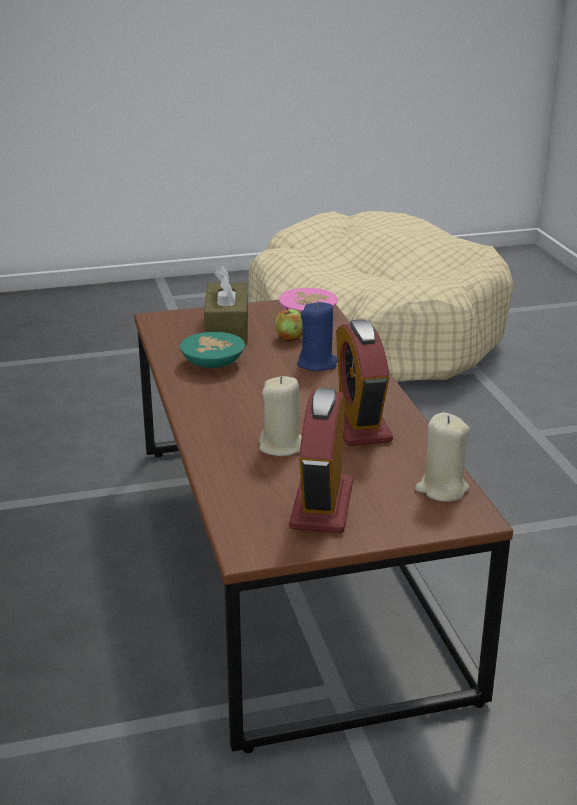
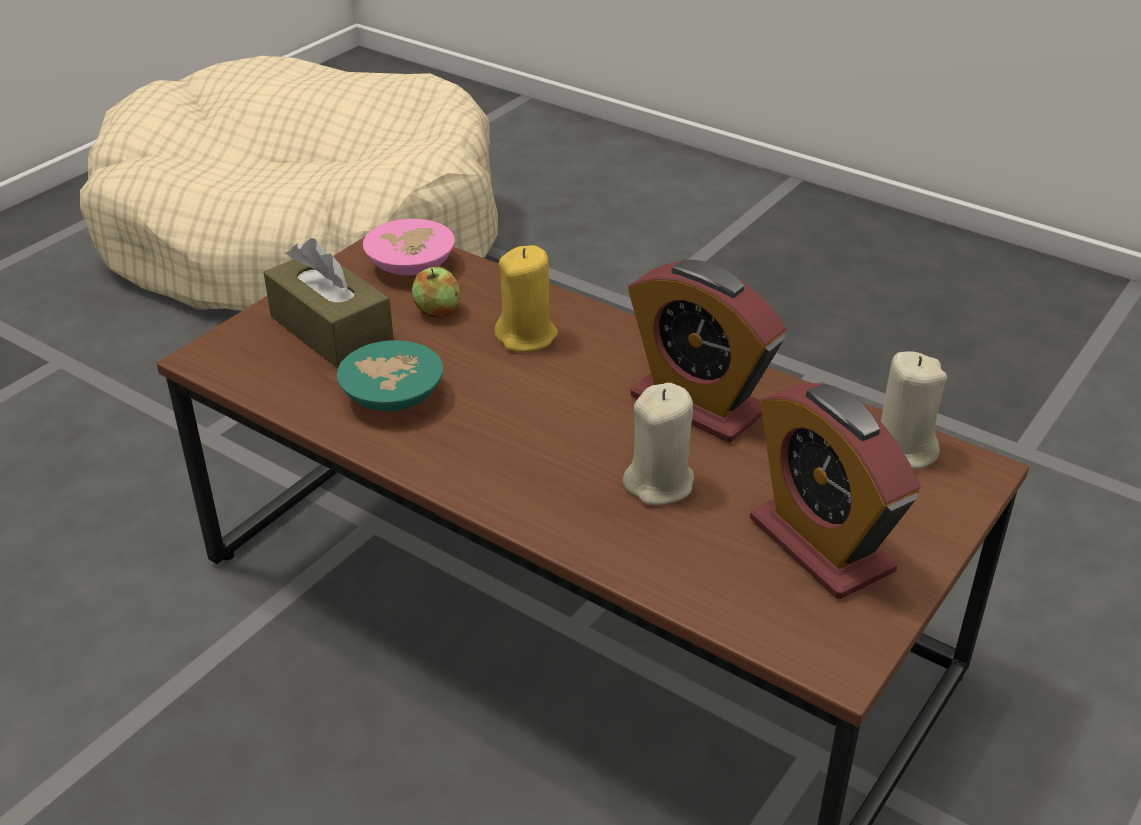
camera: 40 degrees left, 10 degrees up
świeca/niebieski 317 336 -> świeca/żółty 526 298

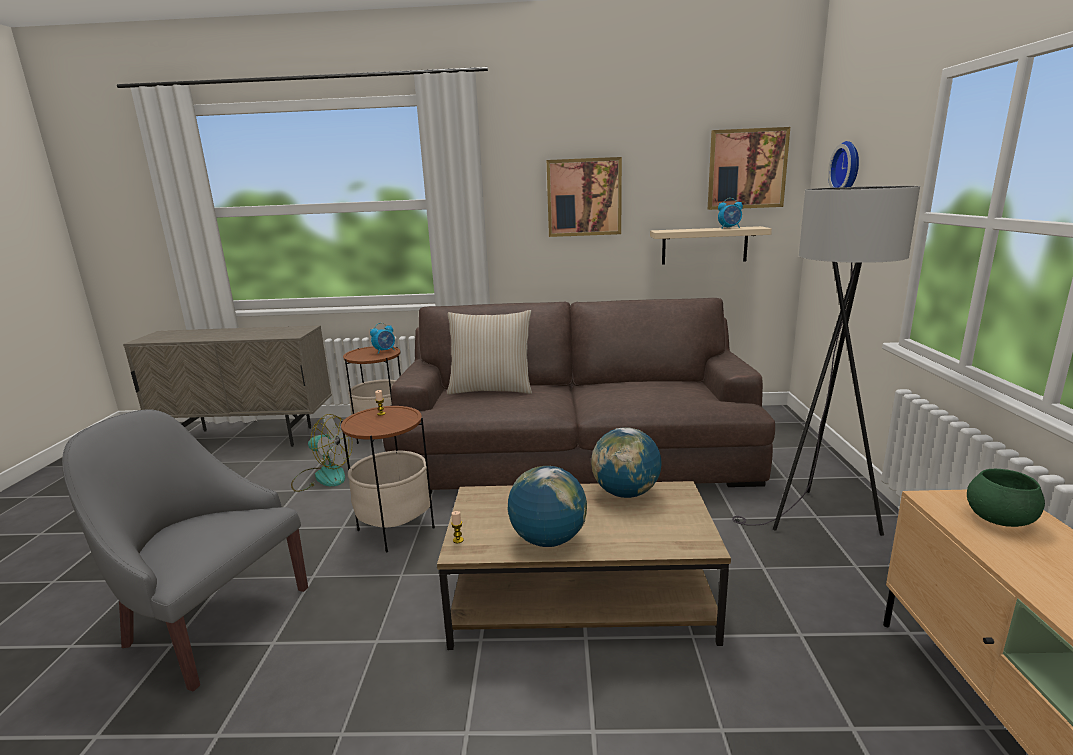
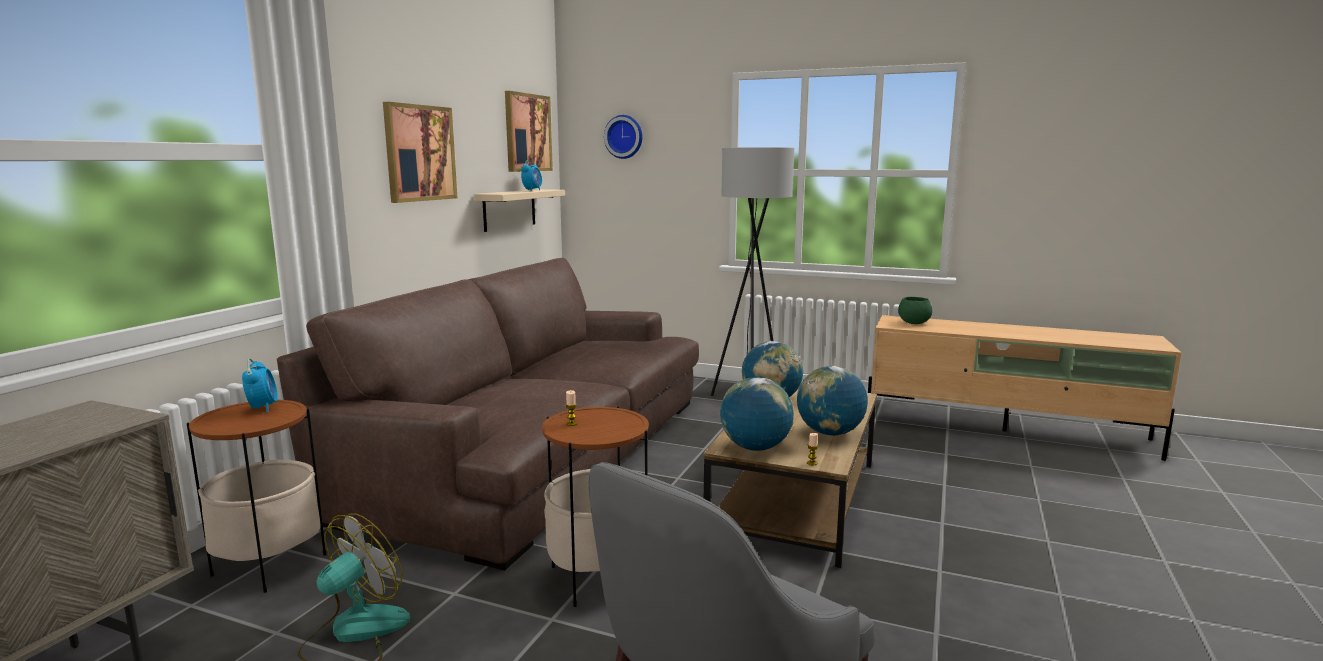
camera: 70 degrees left, 5 degrees down
poduszka/beżowy 489 352 -> none
none -> globus 757 414

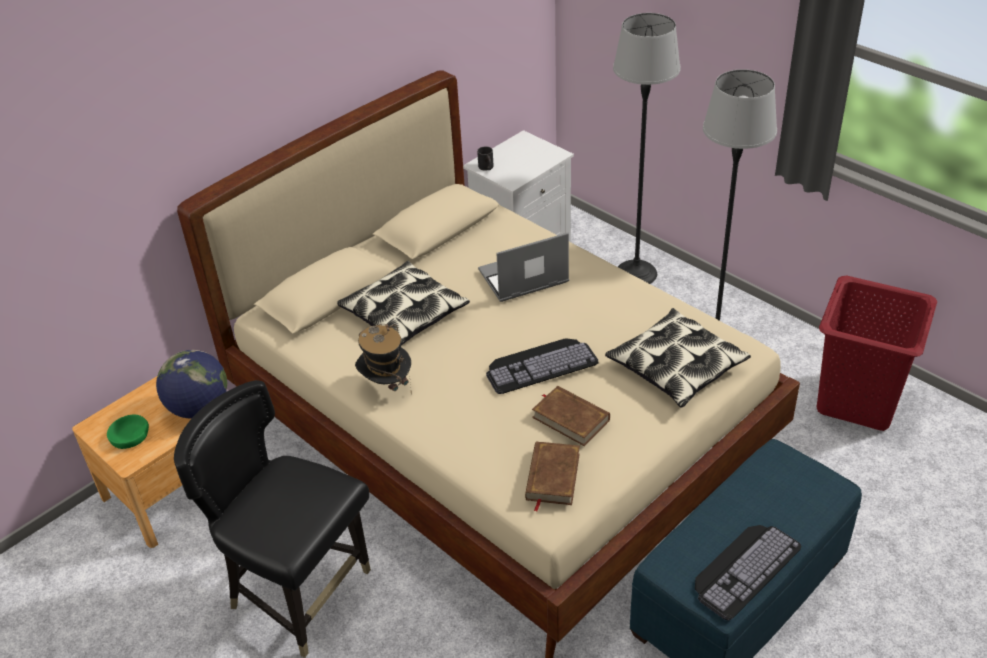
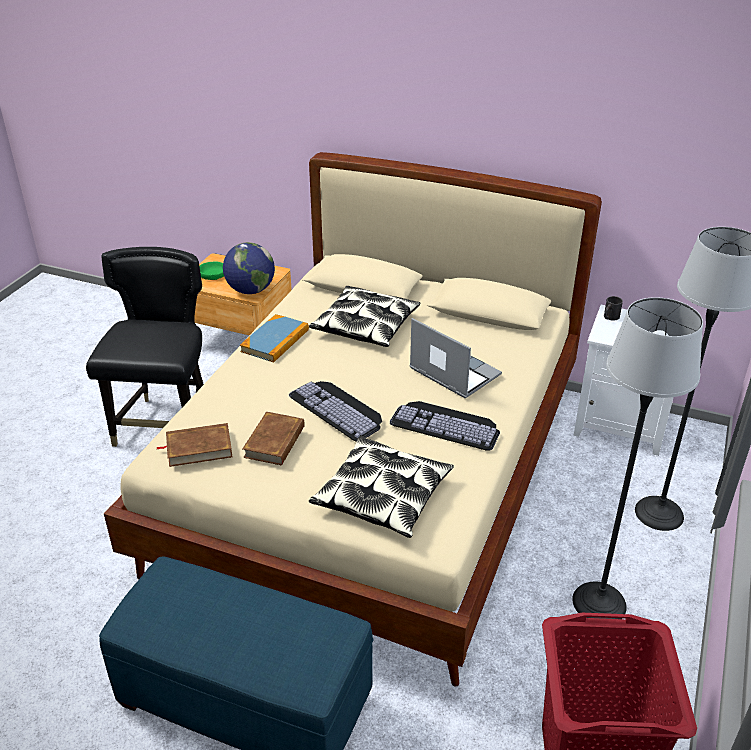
camera: 65 degrees right, 5 degrees down
kapelusz 383 359 -> książka 274 338
klawiatura 748 573 -> klawiatura 445 426, moved

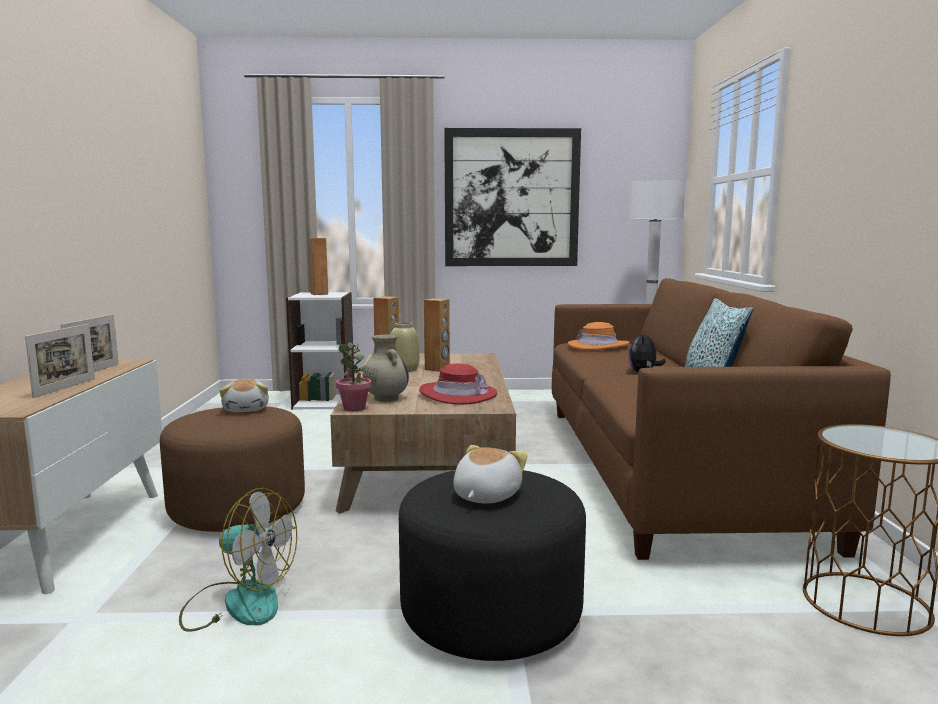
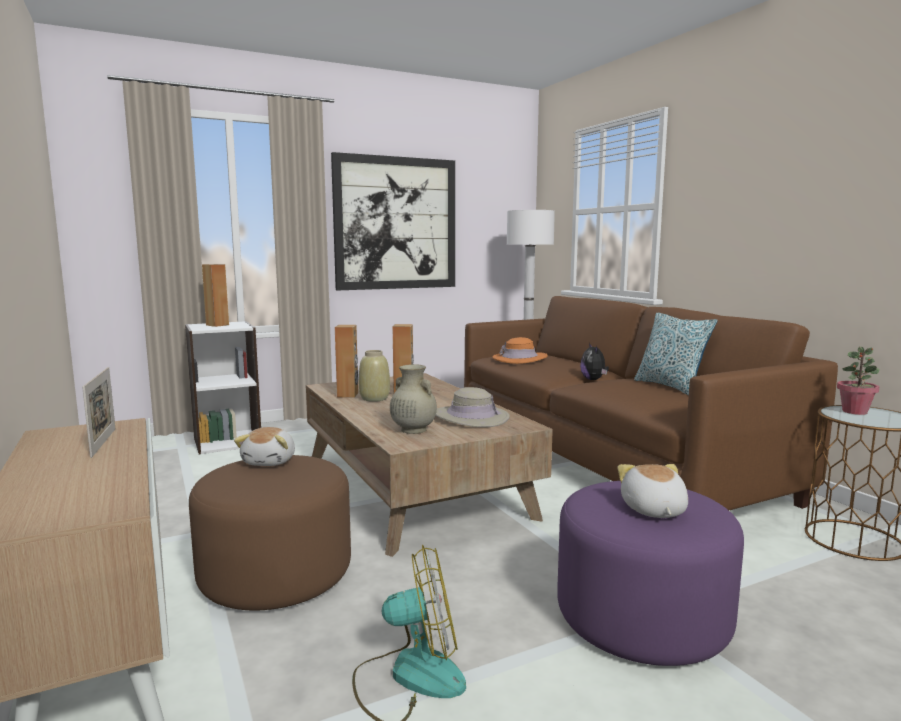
camera: 25 degrees left, 0 degrees up
ramka na zdjęcie 60 361 -> none
roślina doniczkowa 354 376 -> roślina doniczkowa 858 380, moved
kapelusz/czerwony 458 384 -> kapelusz/beżowy 473 407
pluszak 244 395 -> pluszak 264 446, 45 degrees clockwise
pufa/czarny 492 565 -> pufa/fioletowy 650 573

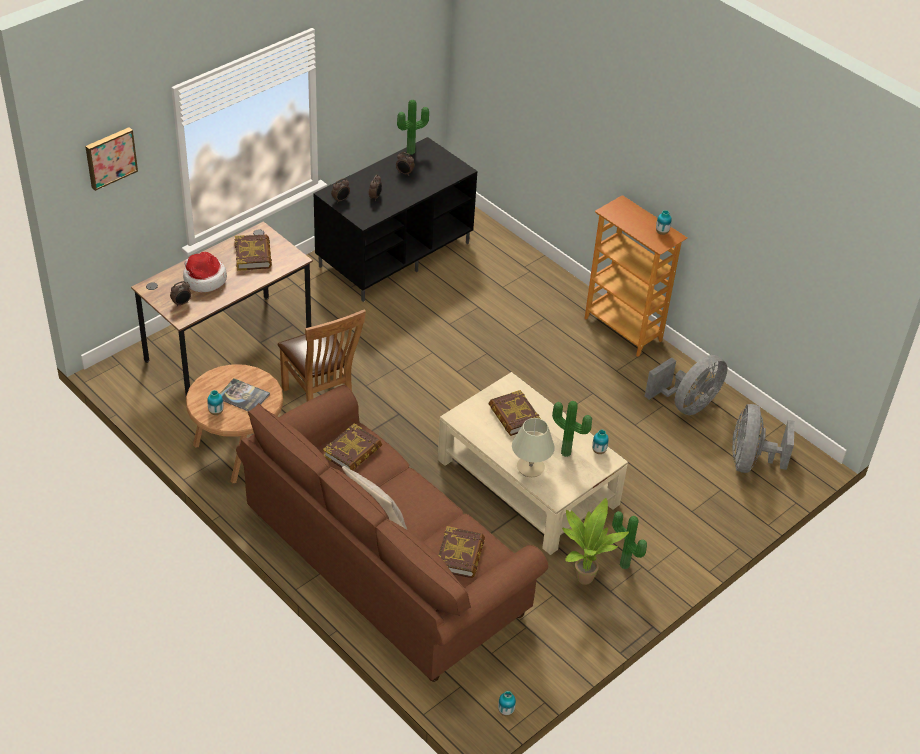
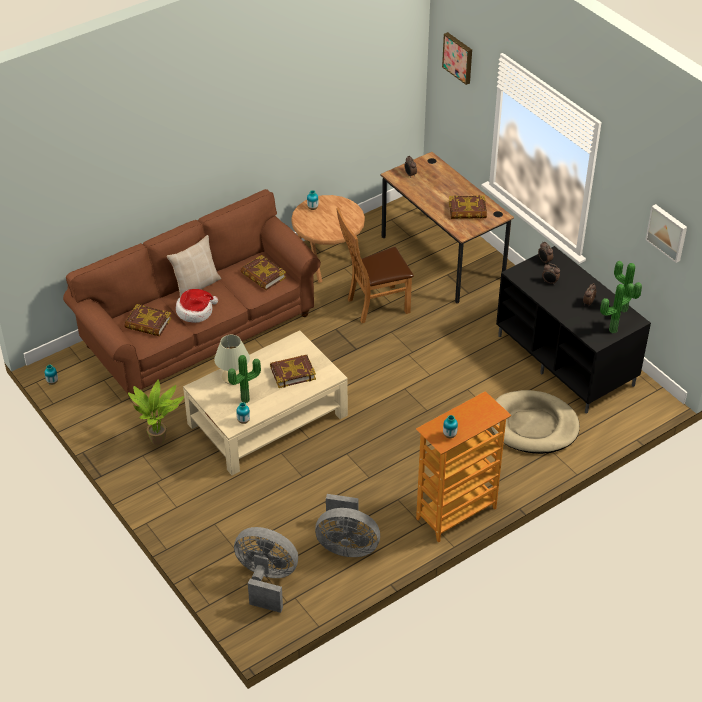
camera: 100 degrees right, 0 degrees up
kapelusz 205 272 -> kapelusz 197 306, moved
wentylator/szary 686 385 -> wentylator/szary 347 525, 45 degrees counterclockwise
książka 245 394 -> none
roślina doniczkowa 629 540 -> roślina doniczkowa 617 308, moved
none -> obraz 666 233
none -> legowisko/beżowy 535 422

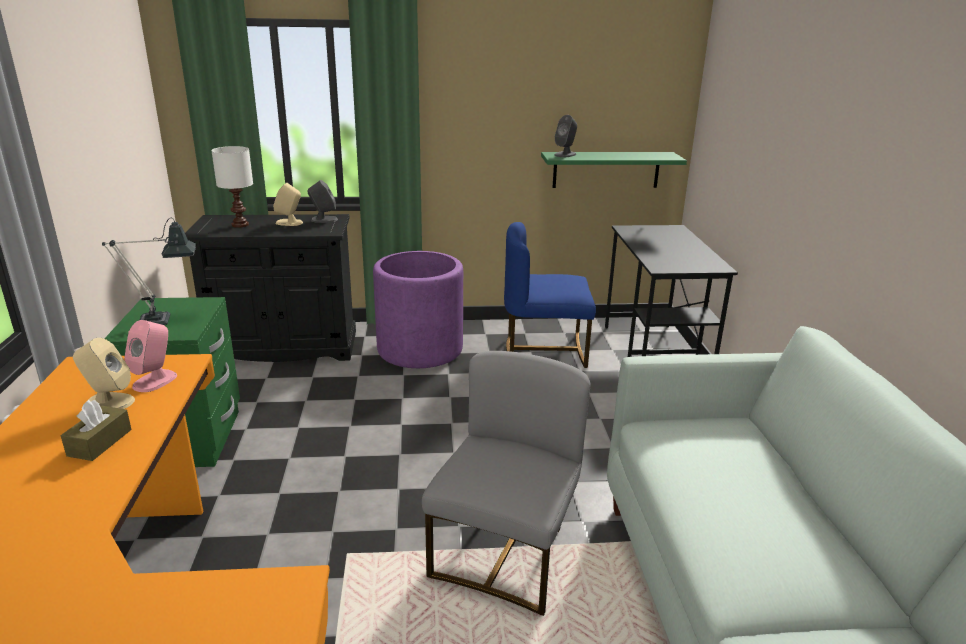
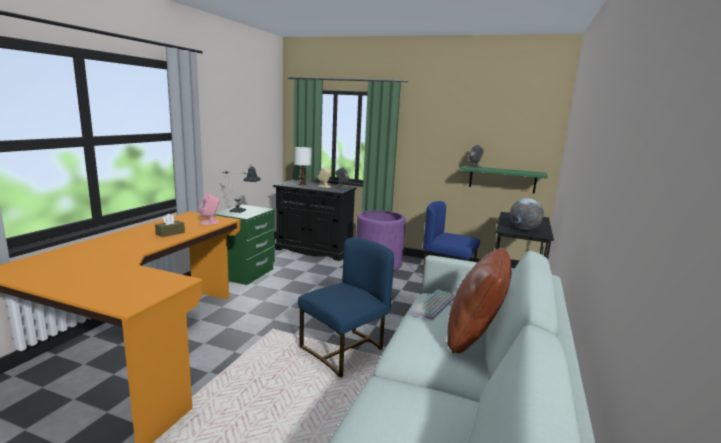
camera: 25 degrees right, 10 degrees down
głośnik/beżowy 104 373 -> none
krzesło/szary 506 483 -> krzesło/niebieski 346 308
none -> globus 527 214
none -> poduszka/brązowy 479 301
none -> klawiatura 433 305

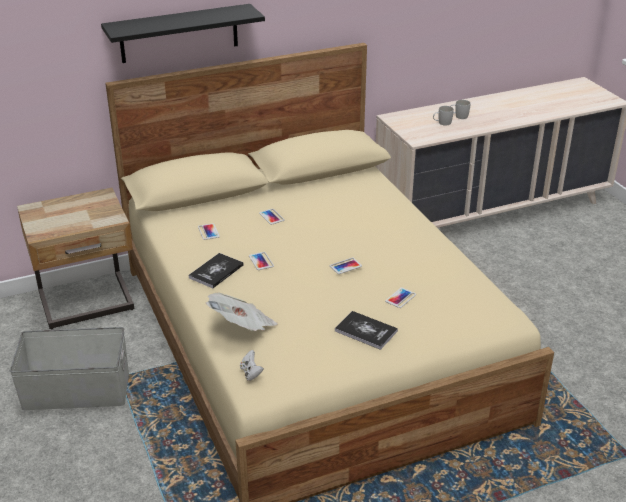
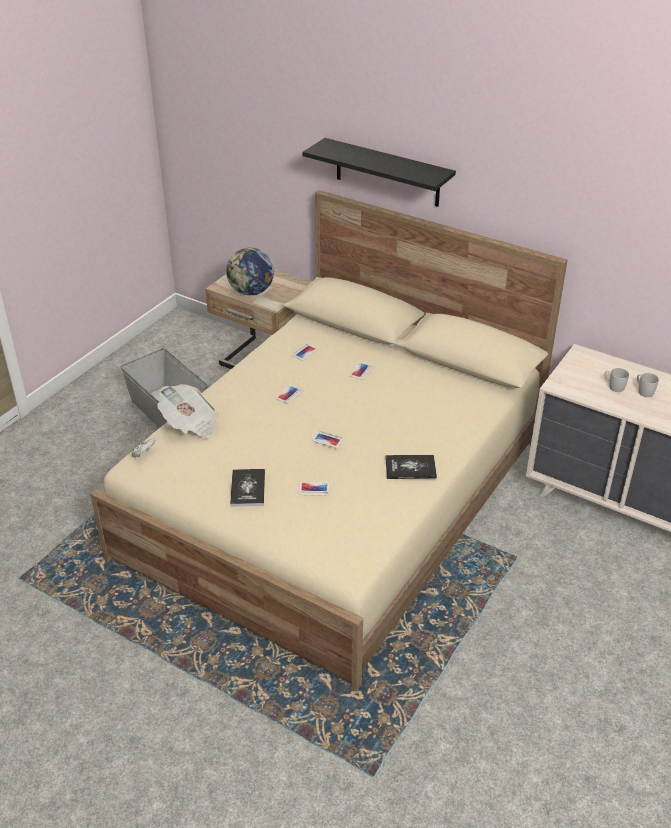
camera: 55 degrees right, 5 degrees up
książka 216 270 -> książka 411 467, moved
none -> globus 250 271

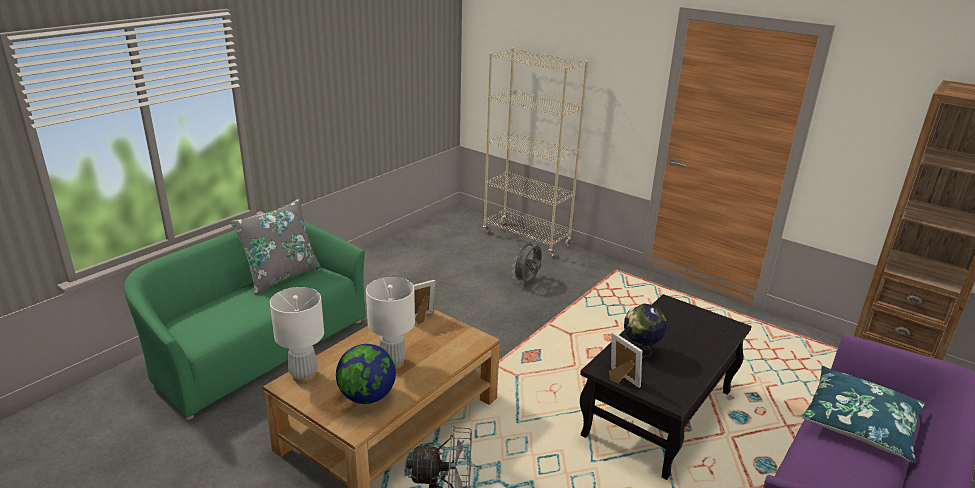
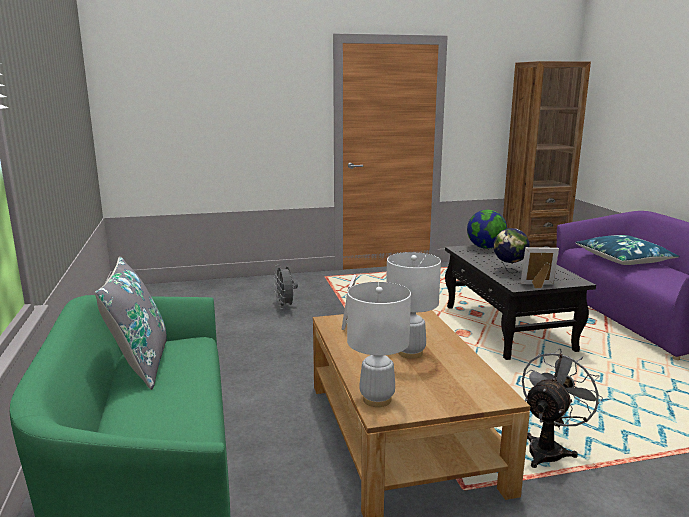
camera: 50 degrees left, 10 degrees down
regał/beżowy 535 152 -> none
globus 366 374 -> globus 487 229, moved

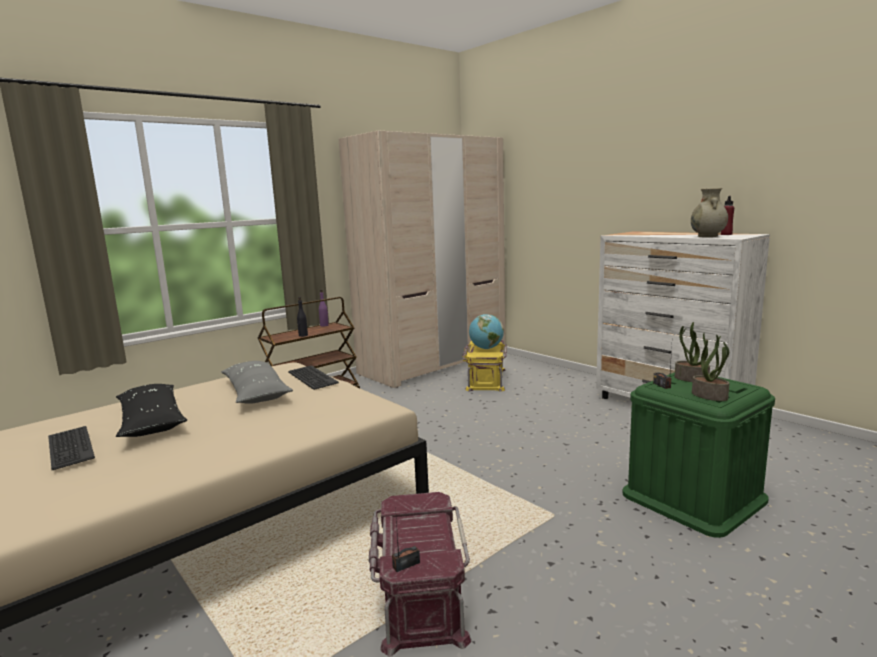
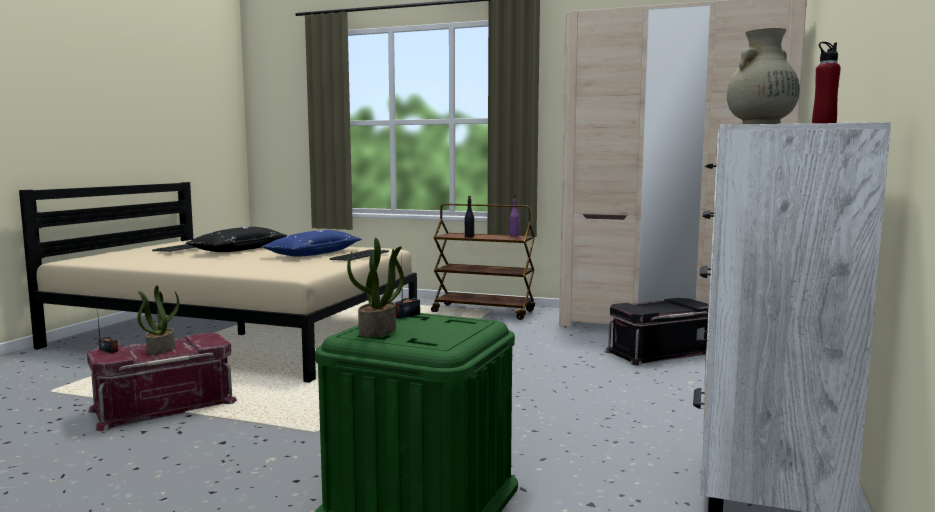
camera: 60 degrees right, 5 degrees down
globus 486 331 -> none
roślina doniczkowa 692 352 -> roślina doniczkowa 158 320, moved
pojemnik do przechowywania/żółty 484 366 -> pojemnik do przechowywania/czarny 657 332
poduszka/szary 257 382 -> poduszka/niebieski 312 243

